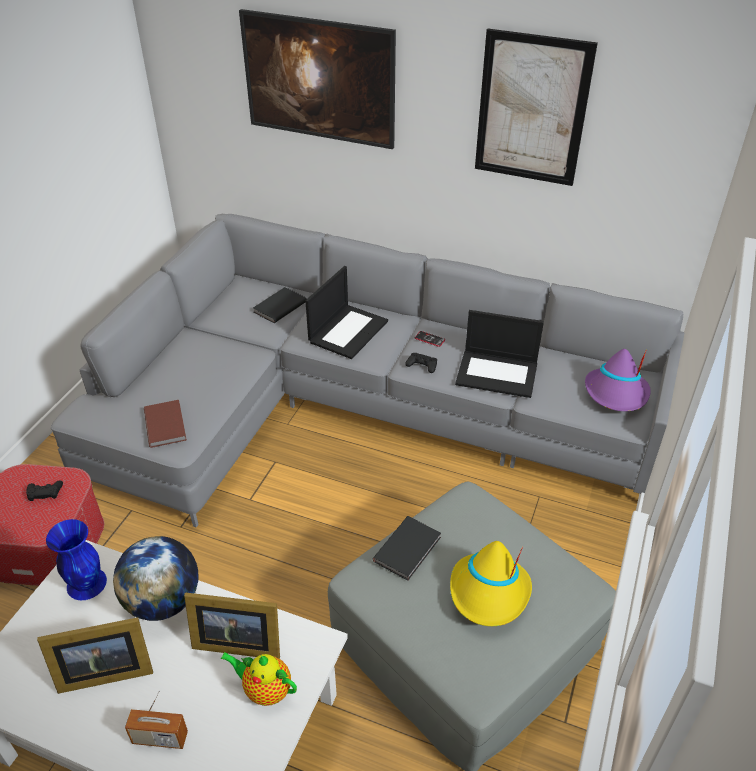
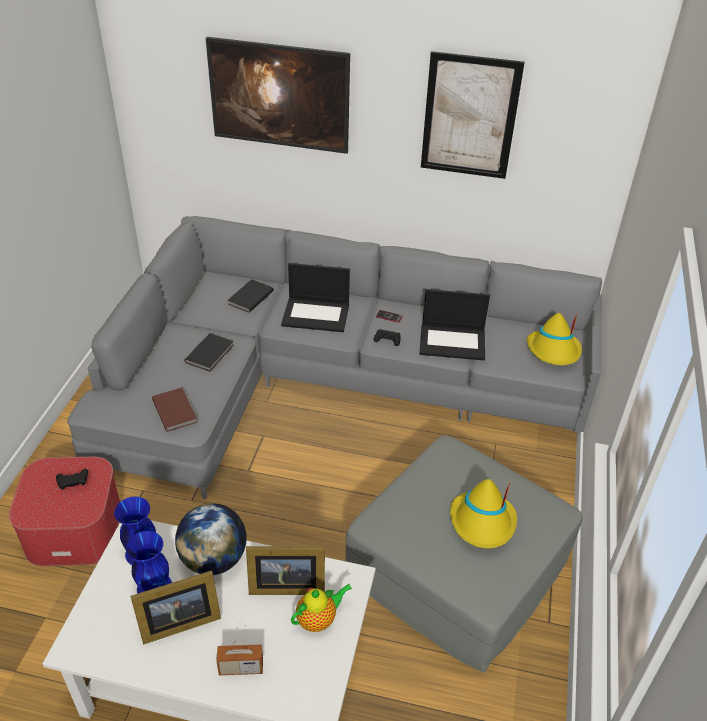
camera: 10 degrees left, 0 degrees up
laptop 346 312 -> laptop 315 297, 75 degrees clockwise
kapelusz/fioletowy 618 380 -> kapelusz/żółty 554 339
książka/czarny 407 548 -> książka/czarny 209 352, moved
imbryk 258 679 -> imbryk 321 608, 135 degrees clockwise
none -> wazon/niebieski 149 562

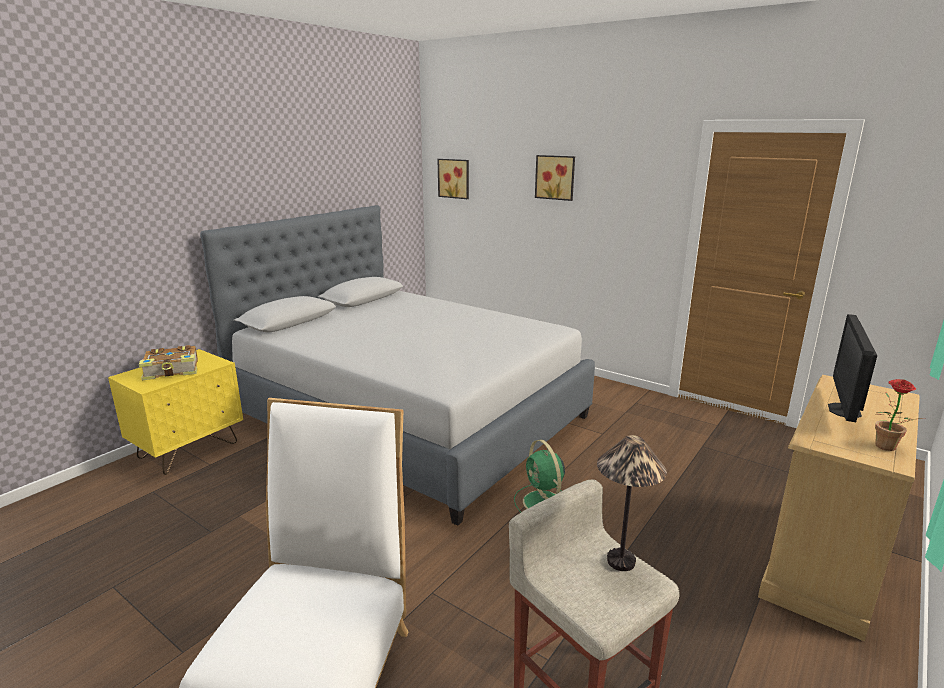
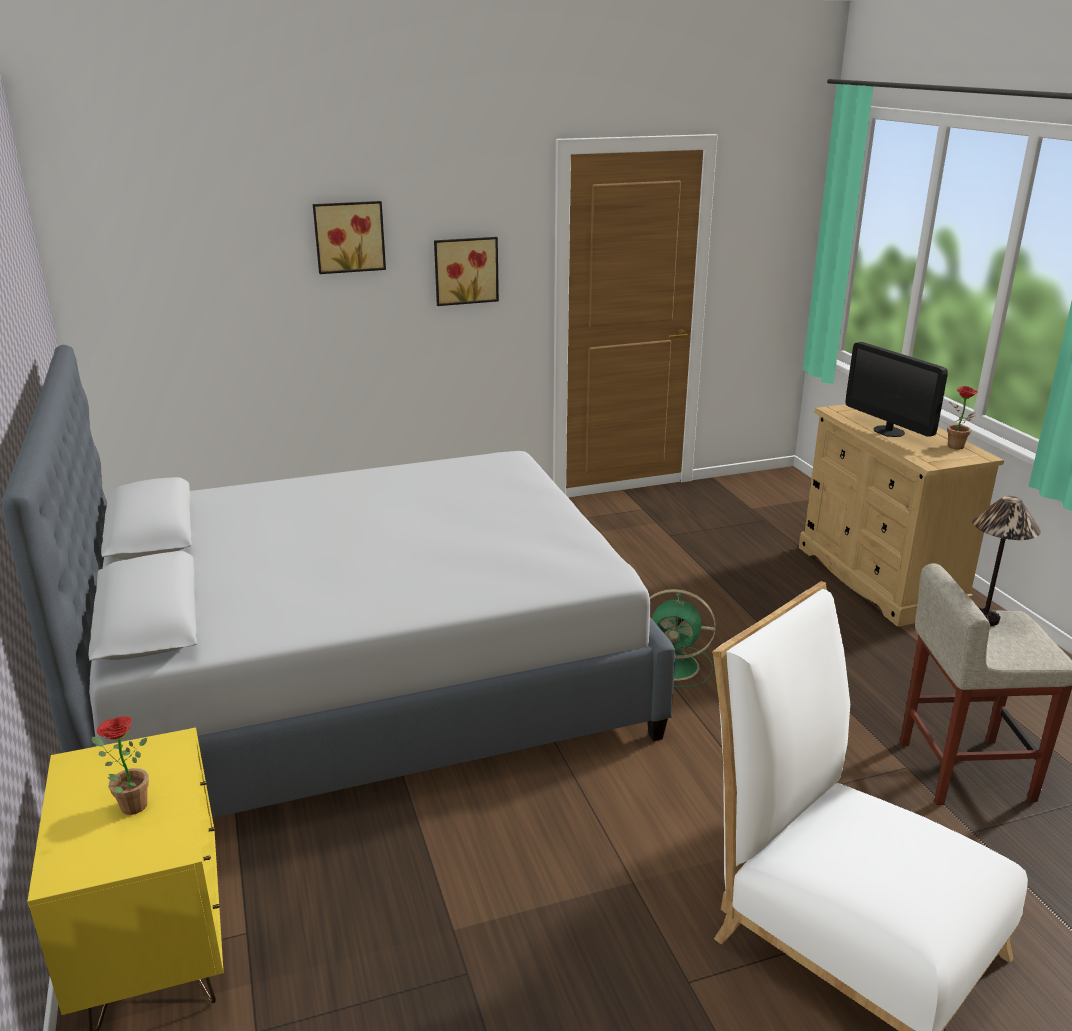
camera: 55 degrees left, 5 degrees up
obraz 453 179 -> obraz 466 271, moved
książka 168 362 -> roślina doniczkowa 120 765

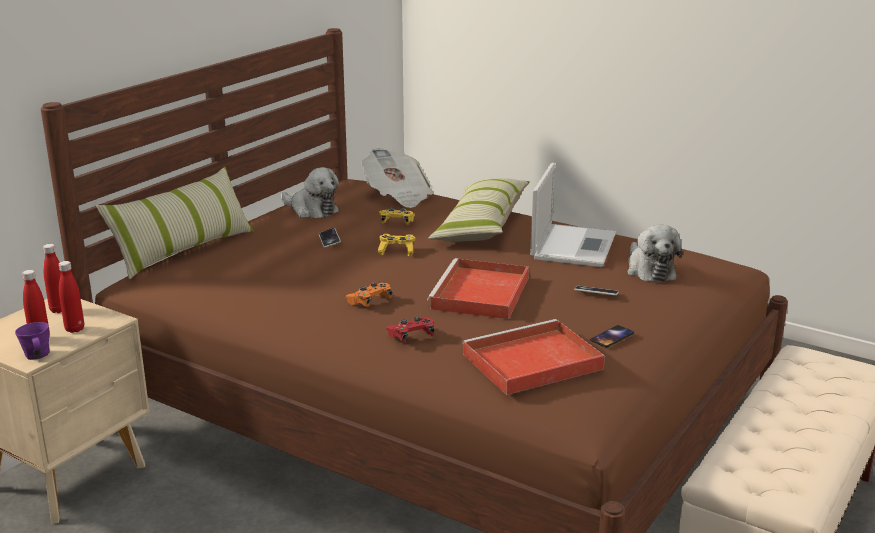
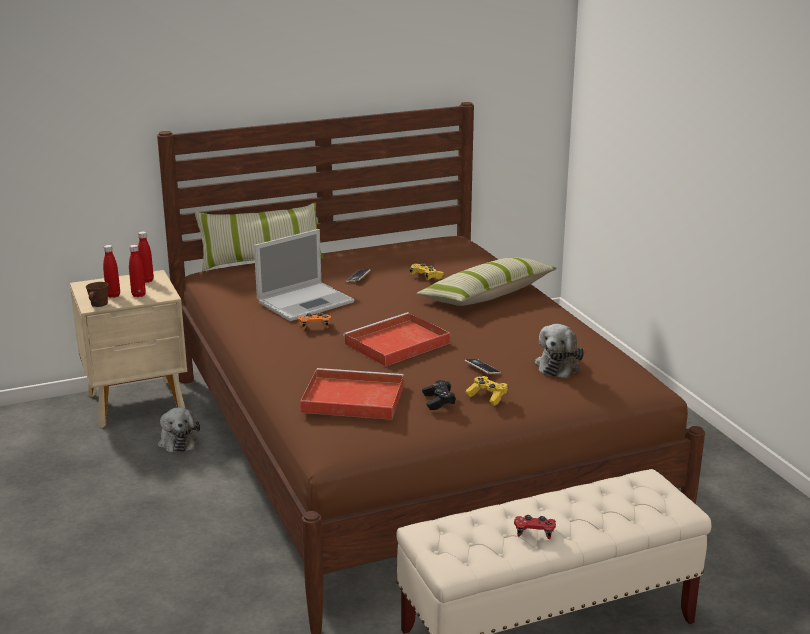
camera: 35 degrees right, 0 degrees up
gazeta 397 178 -> none
laptop 573 215 -> laptop 304 275, moved
pluszak 310 192 -> pluszak 179 430, moved
pad do gier/żółty 396 245 -> pad do gier/żółty 487 391, moved
pad do gier/czerwony 410 329 -> pad do gier/czerwony 535 527, moved
kubek/fioletowy 32 341 -> kubek/brązowy 97 294
telefon 612 336 -> pad do gier/czarny 439 395

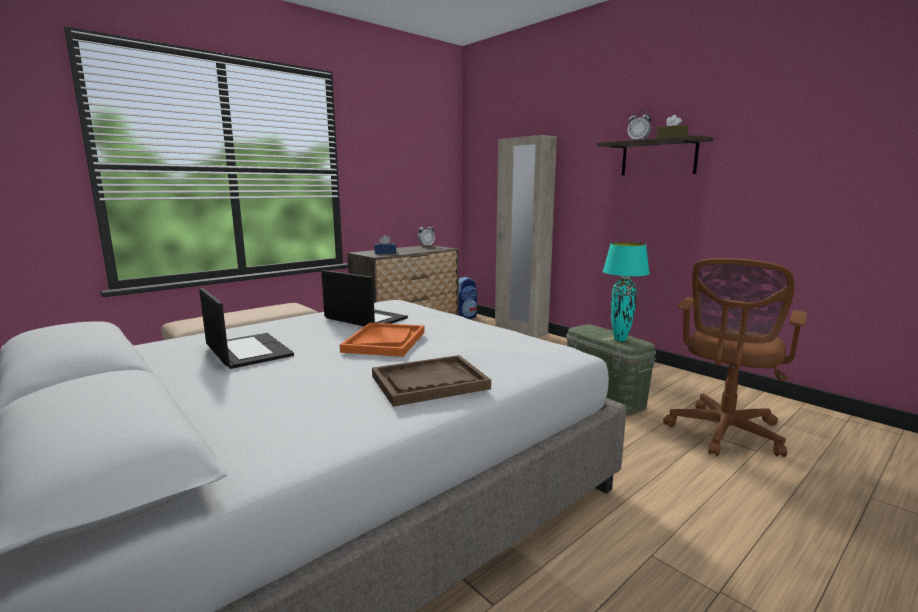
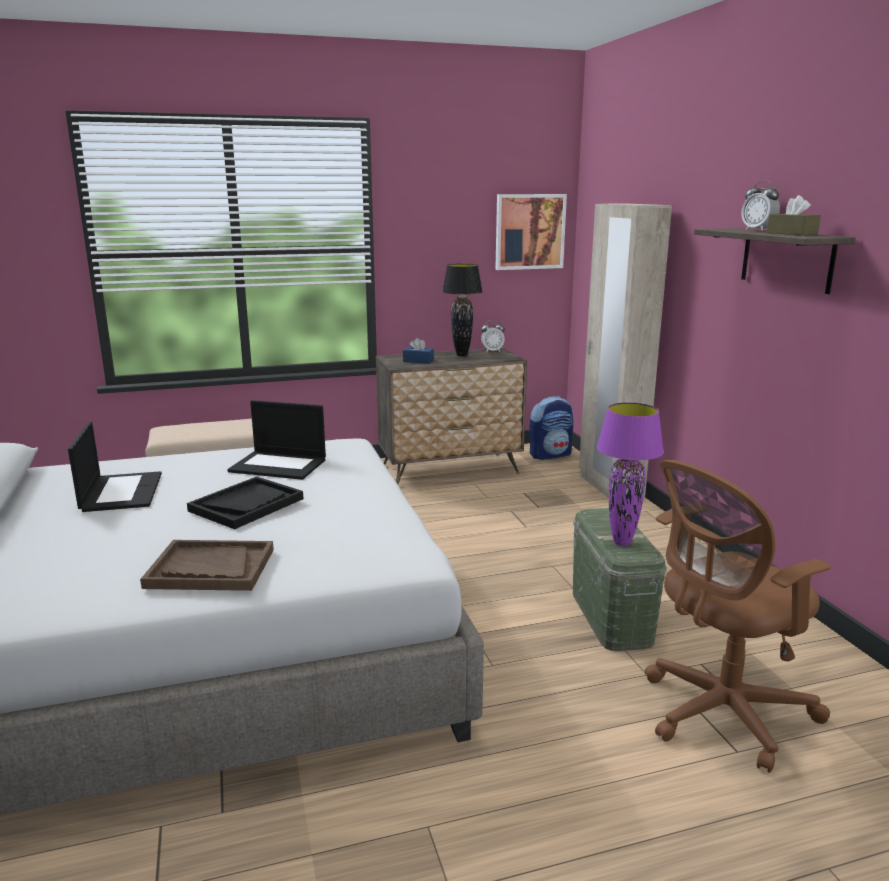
camera: 25 degrees right, 5 degrees up
lampa stołowa/turkusowy 626 291 -> lampa stołowa/fioletowy 630 474
laptop 364 298 -> laptop 276 440, 135 degrees clockwise
taca/pomarańczowy 382 340 -> taca/czarny 245 502
none -> obraz 531 232
none -> lampa stołowa/czarny 462 310

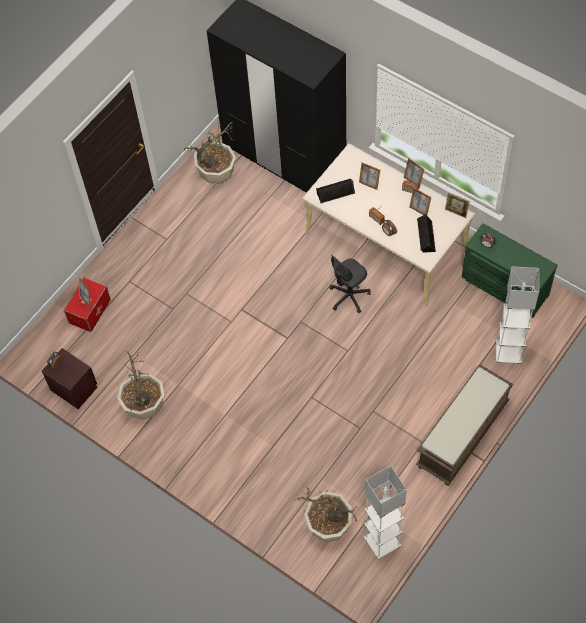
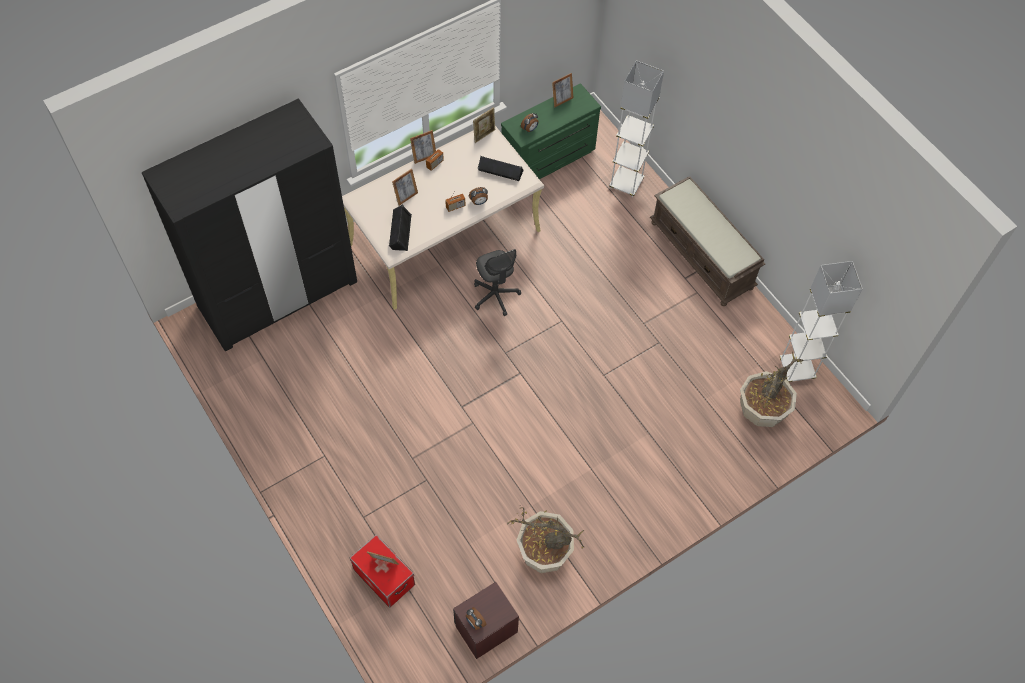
camera: 75 degrees left, 0 degrees up
roślina doniczkowa 210 153 -> none
ramka na zdjęcie 420 201 -> ramka na zdjęcie 563 90, moved

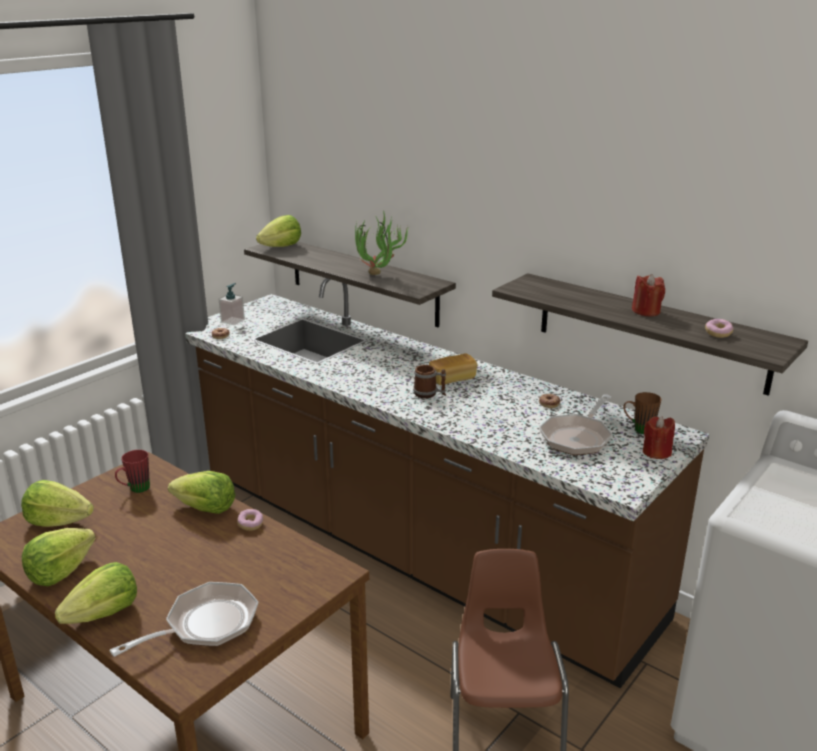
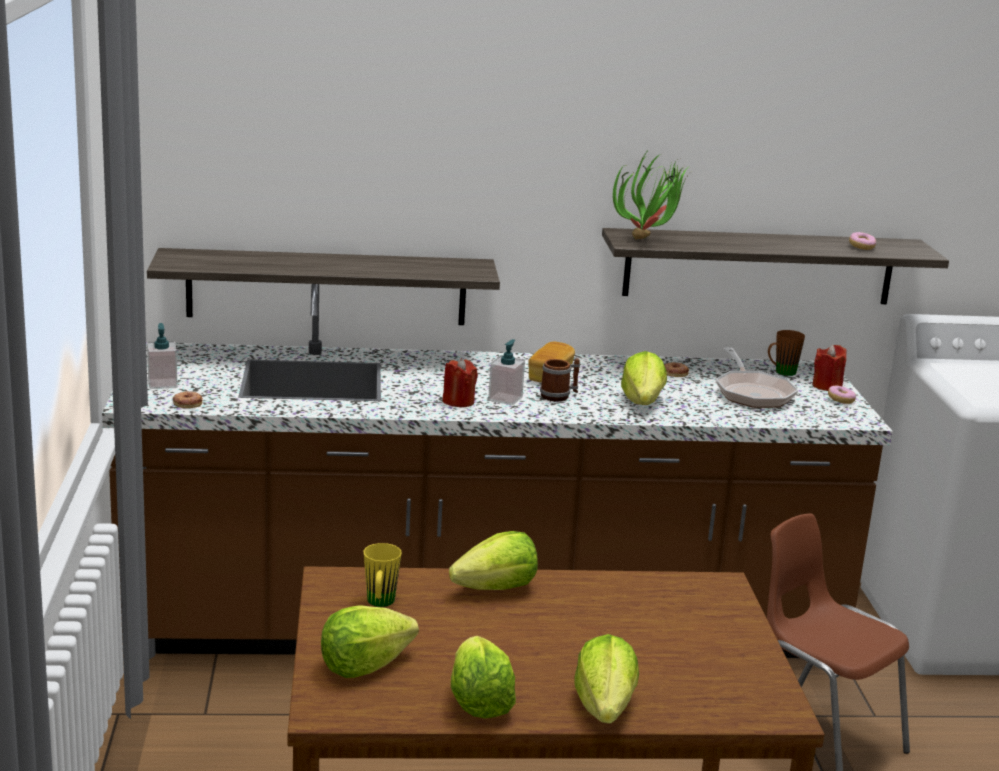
camera: 45 degrees left, 5 degrees down
roślina doniczkowa 381 244 -> roślina doniczkowa 653 194, moved
sałata 278 231 -> sałata 644 378, moved
świeca/czerwony 648 295 -> świeca/czerwony 460 382, moved
kubek/czerwony 132 471 -> kubek/żółty 383 575
donut 250 520 -> donut 842 394, moved
patelnia 184 619 -> none
none -> dozownik mydła 506 372

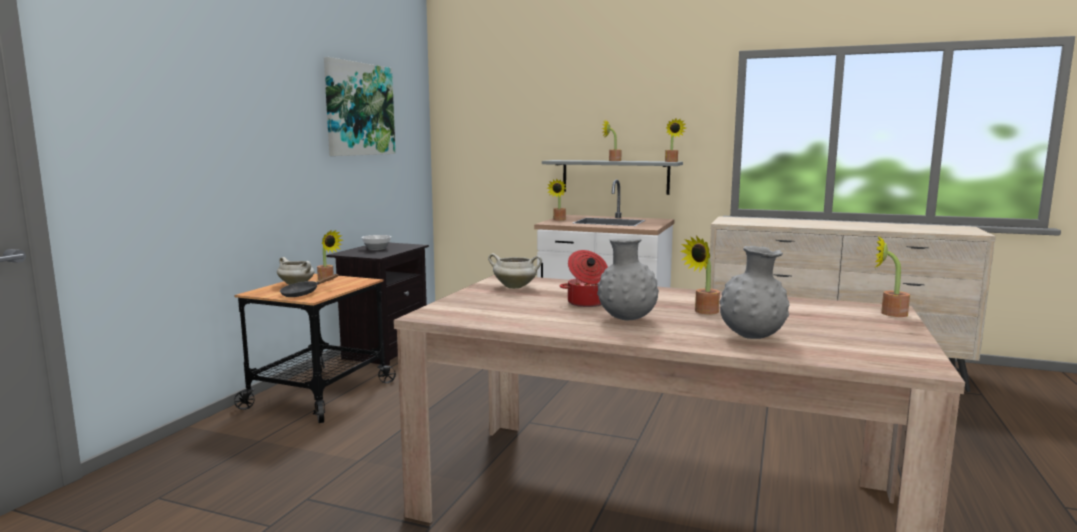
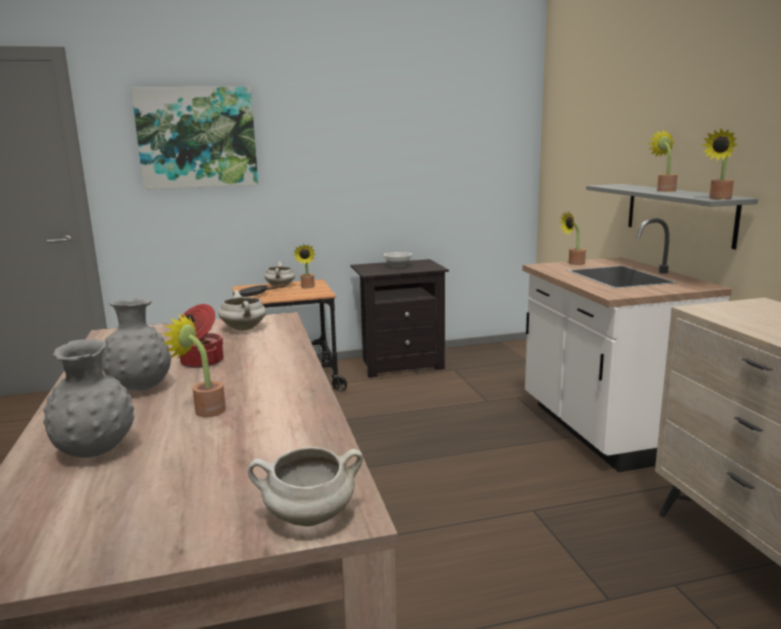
camera: 55 degrees right, 5 degrees up
obraz 359 106 -> obraz 194 138, moved
roślina doniczkowa 892 275 -> garnek/biały 305 486

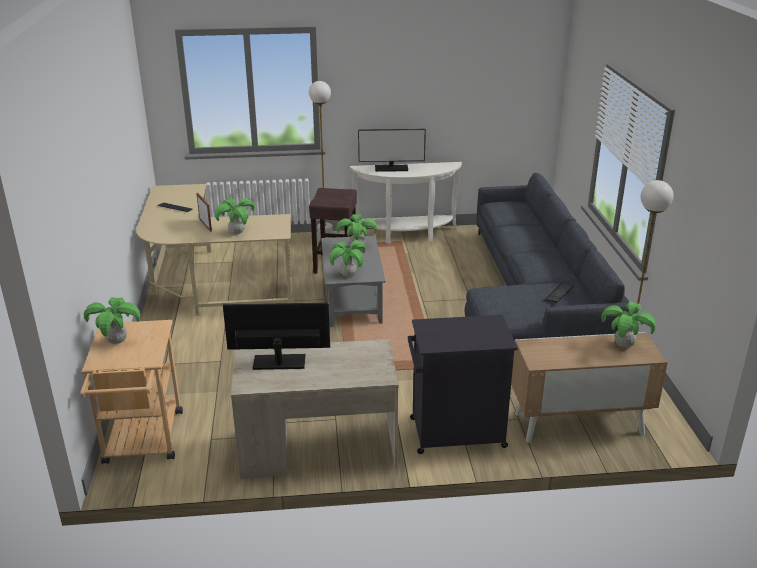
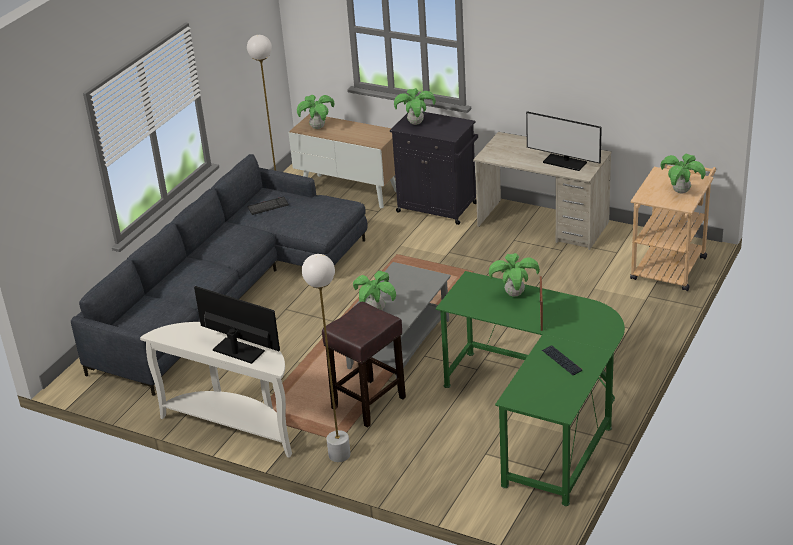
camera: 145 degrees left, 5 degrees up
biurko/beżowy 214 250 -> biurko/zielony 530 388
roślina doniczkowa 348 259 -> roślina doniczkowa 415 106, moved

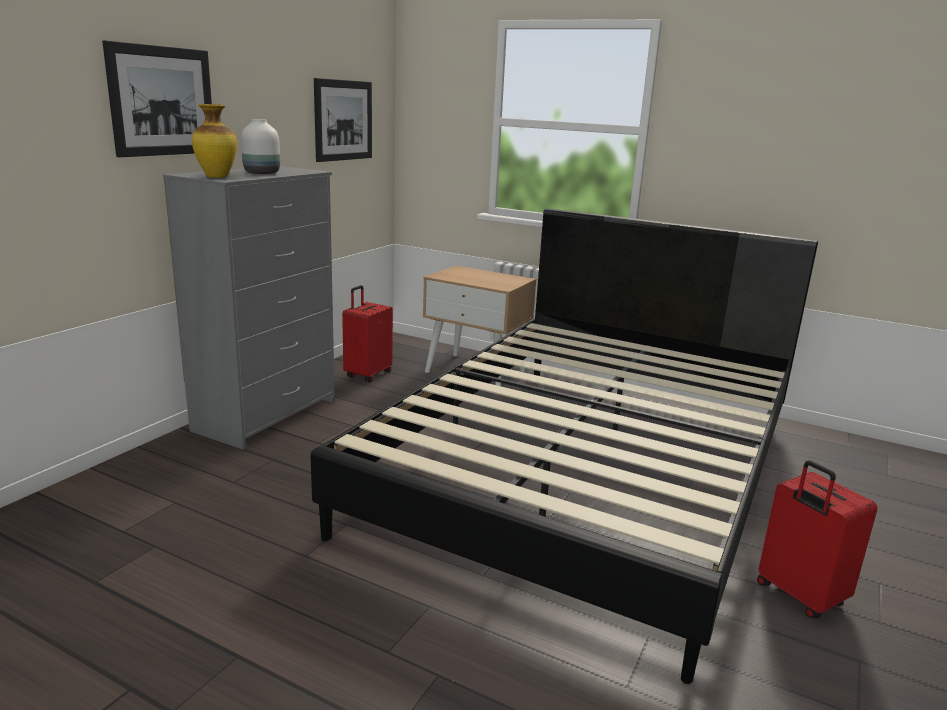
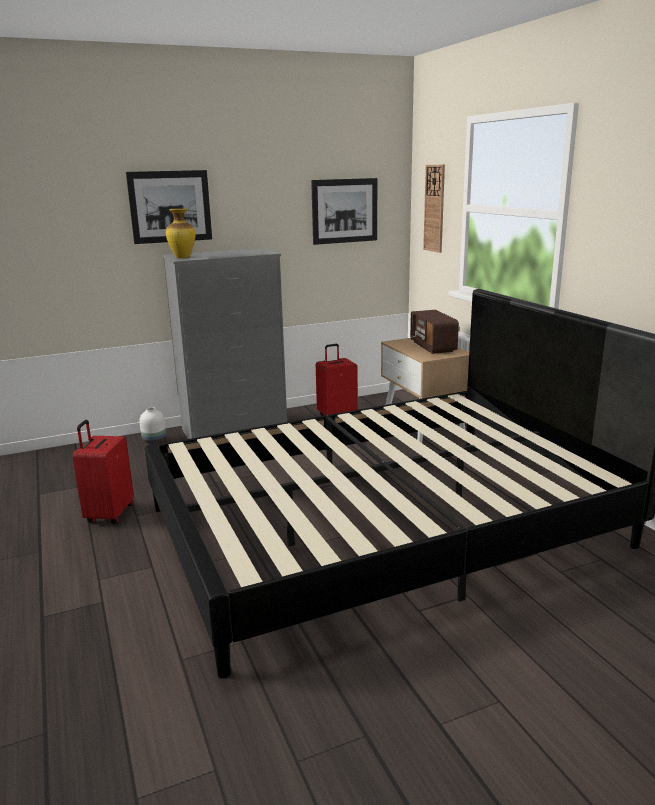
camera: 40 degrees right, 0 degrees up
wazon/biały 260 146 -> wazon/biały 152 425, moved
walizka/czerwony 817 539 -> walizka/czerwony 103 472, moved
none -> zegar ścienny 434 209
none -> radio 434 332

